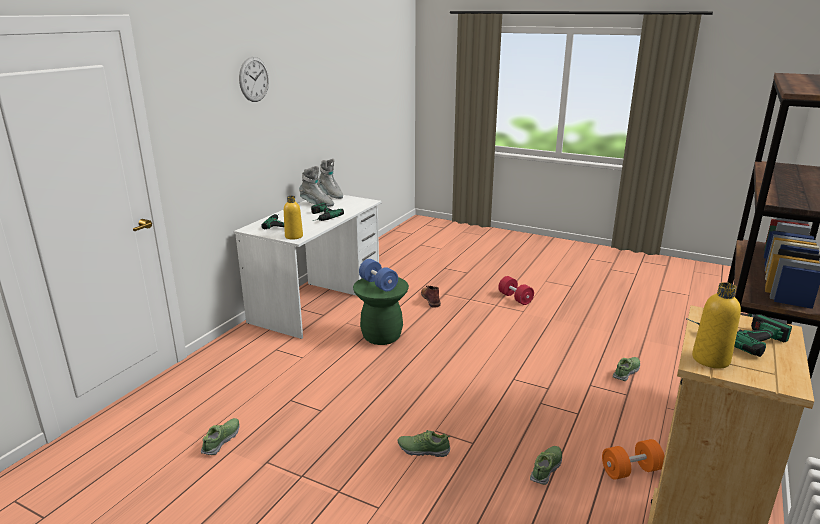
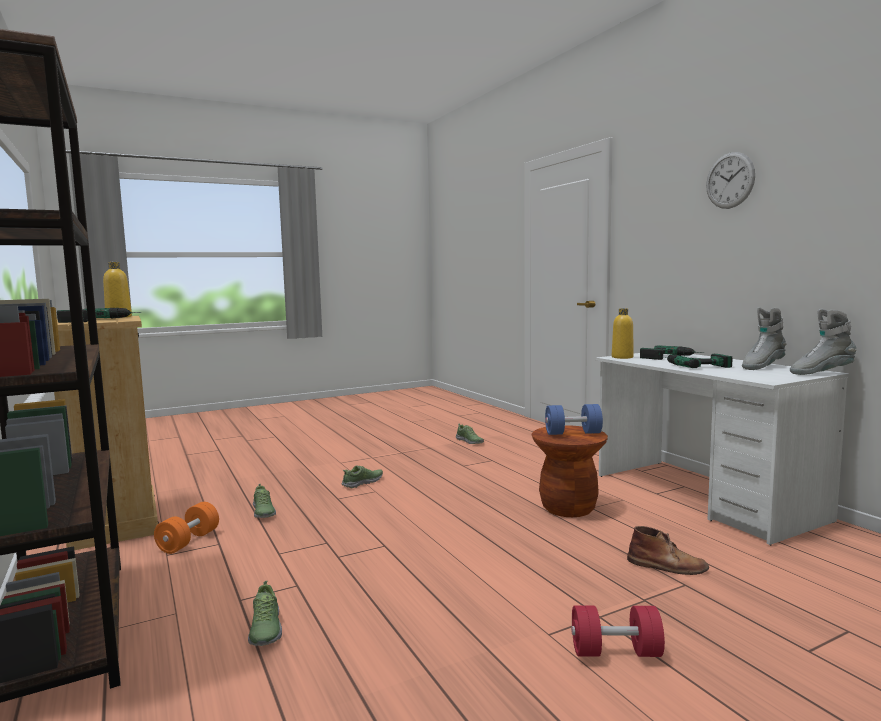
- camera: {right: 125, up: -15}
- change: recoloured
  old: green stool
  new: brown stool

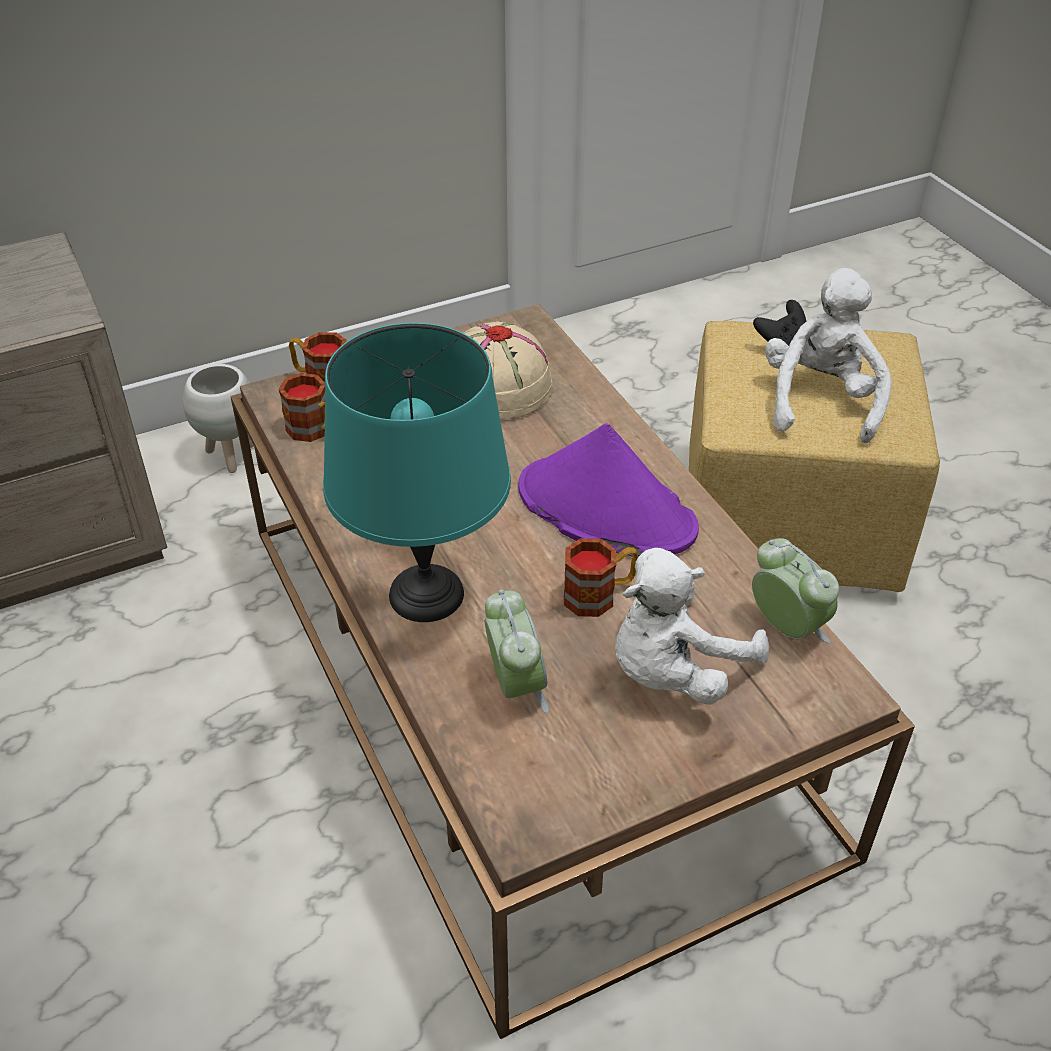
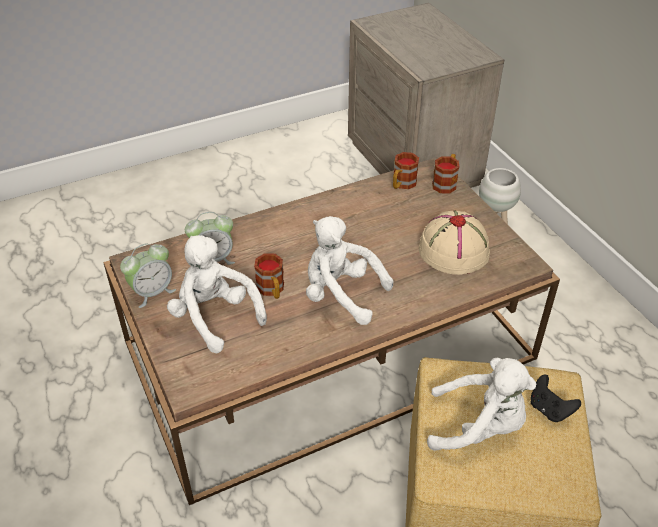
- camera: {right: 90, up: 0}
- change: removed
  old: turquoise table lamp
- change: replaced
  old: purple hat
  new: white plush toy (2nd from left)
- change: moved
  old: alarm clock (2nd from left in the first image)
  new: alarm clock (1st from left)

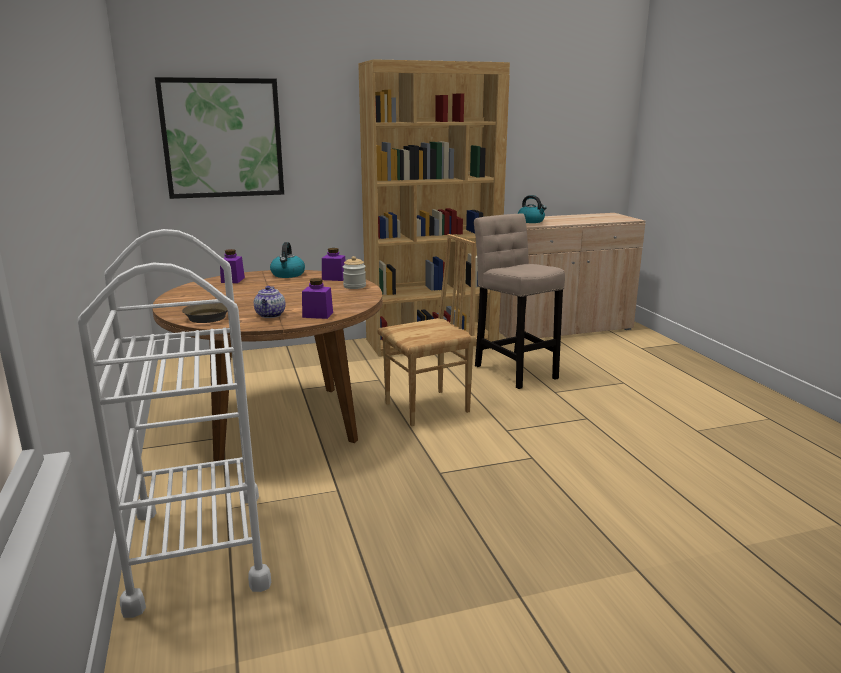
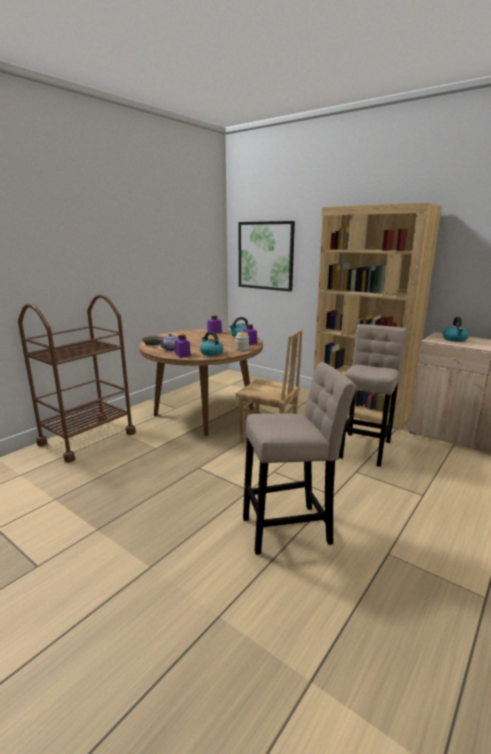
- camera: {right: 55, up: 0}
- change: recoloured
  old: white cart
  new: brown cart
- change: added
  new: kettle (1st from left)
- change: added
  new: beige stool (1st from left)

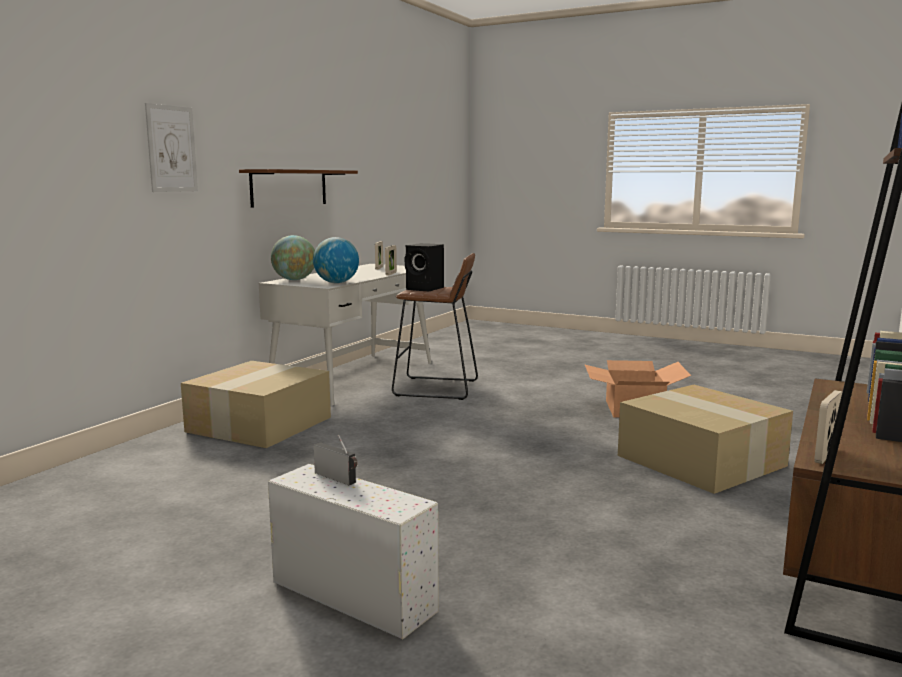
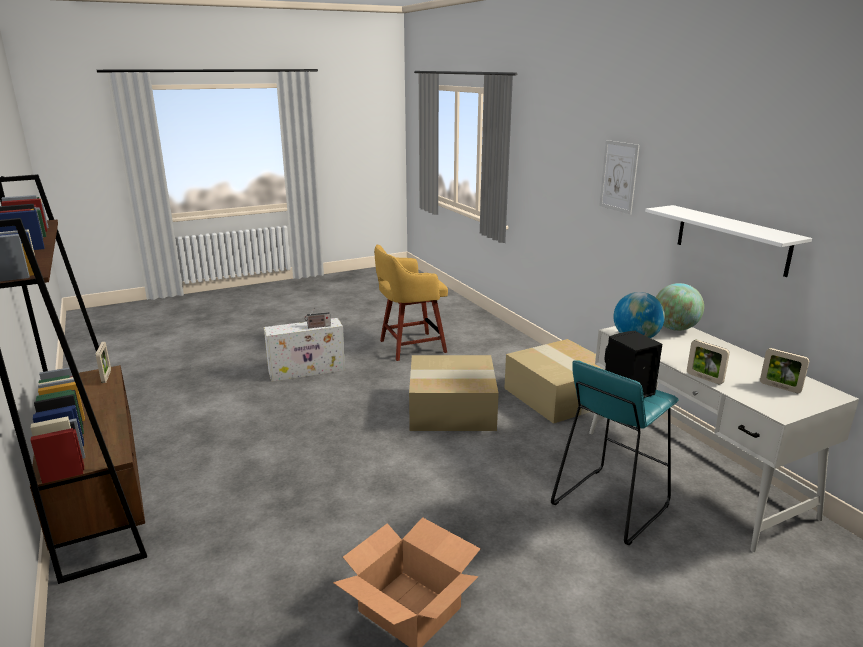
- camera: {right: 125, up: 10}
- change: recoloured
  old: brown shelf
  new: white shelf
- change: recoloured
  old: brown stool
  new: turquoise stool
- change: moved
  old: cardboard box (3rd from left in the first image)
  new: cardboard box (2nd from left)
- change: added
  new: yellow stool

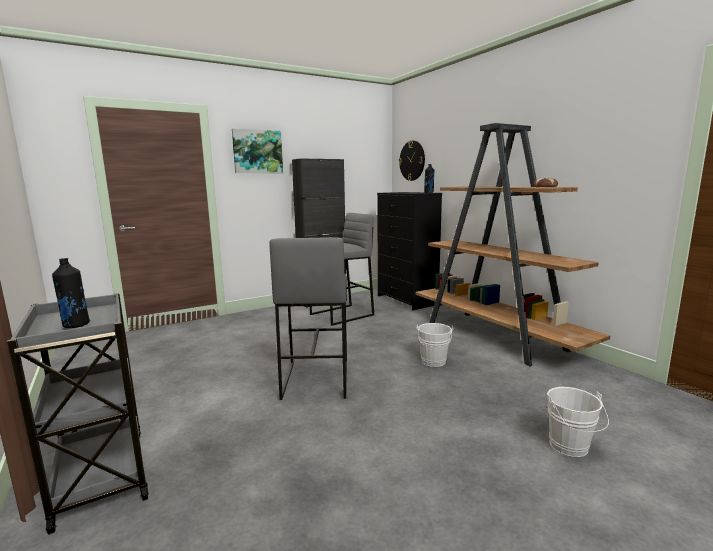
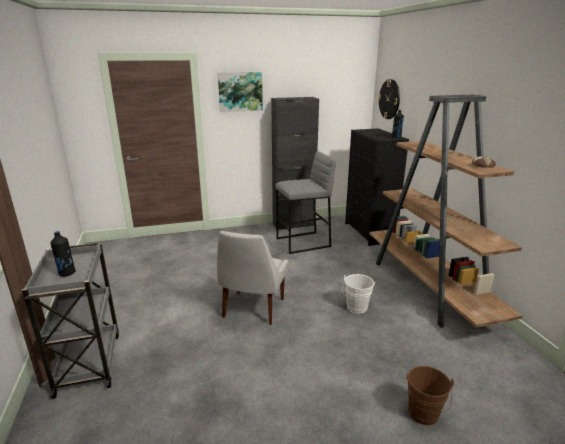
- camera: {right: 15, up: 10}
- change: replaced
  old: grey stool (1st from left)
  new: white chair
- change: recoloured
  old: white bucket (2nd from left)
  new: brown bucket

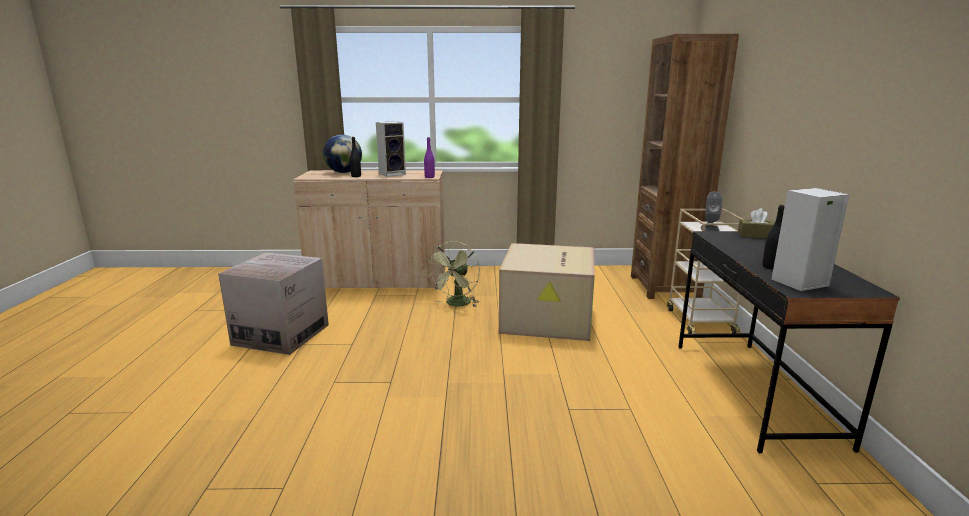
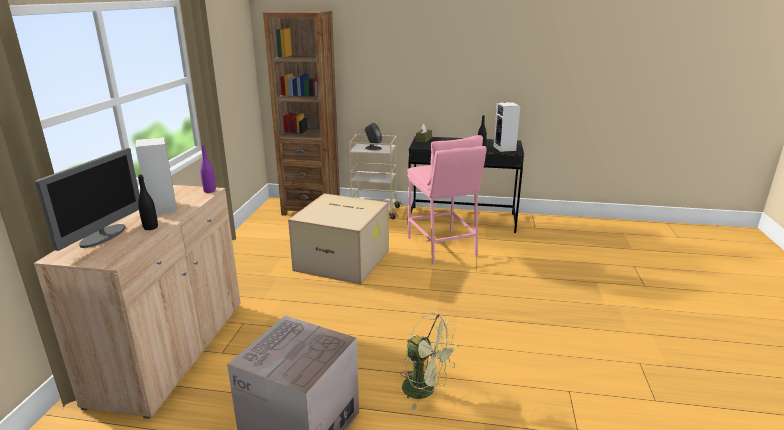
- camera: {right: -80, up: 5}
- change: replaced
  old: globe
  new: monitor
- change: moved
  old: green fan
- change: added
  new: pink stool

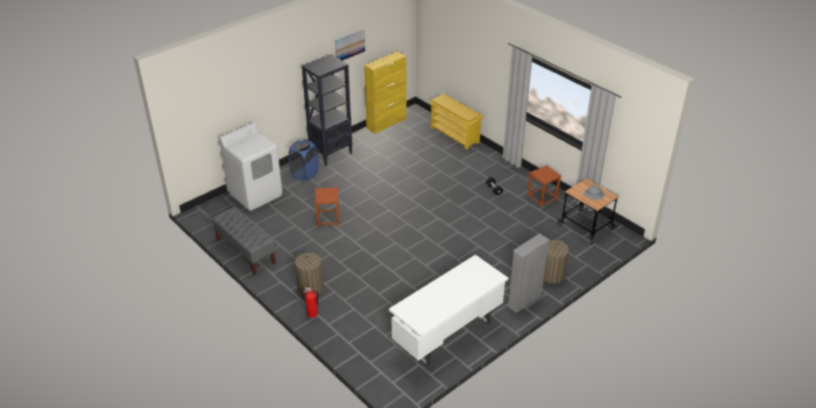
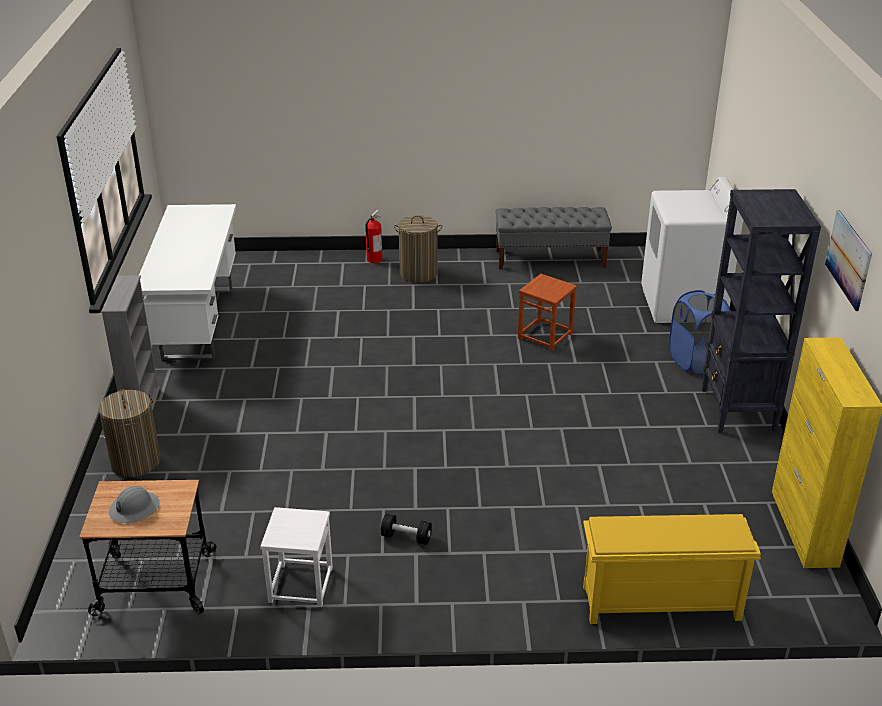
- camera: {right: 130, up: -5}
- change: recoloured
  old: brown stool (2nd from left)
  new: white stool

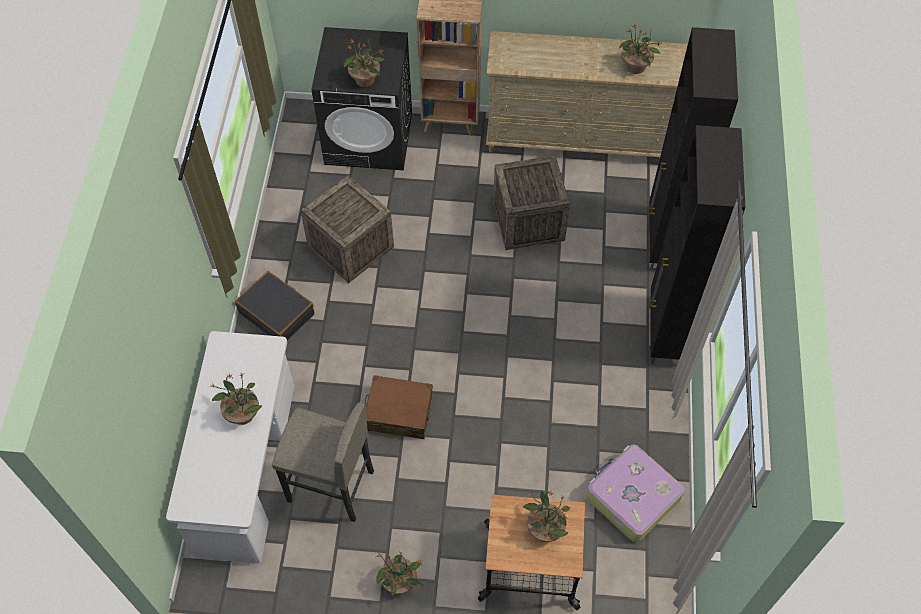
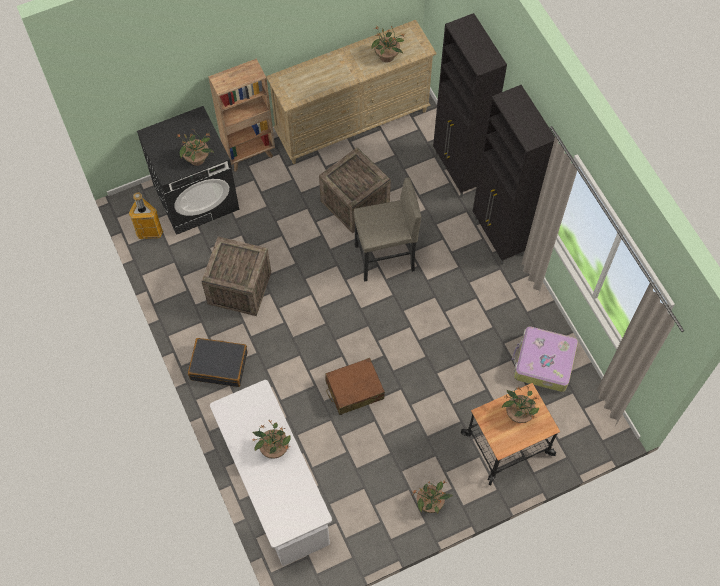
- camera: {right: -30, up: 5}
- change: moved
  old: grey stool
- change: added
  new: trash can

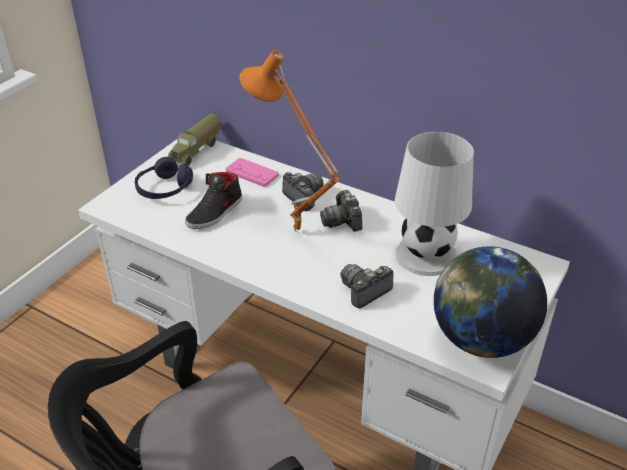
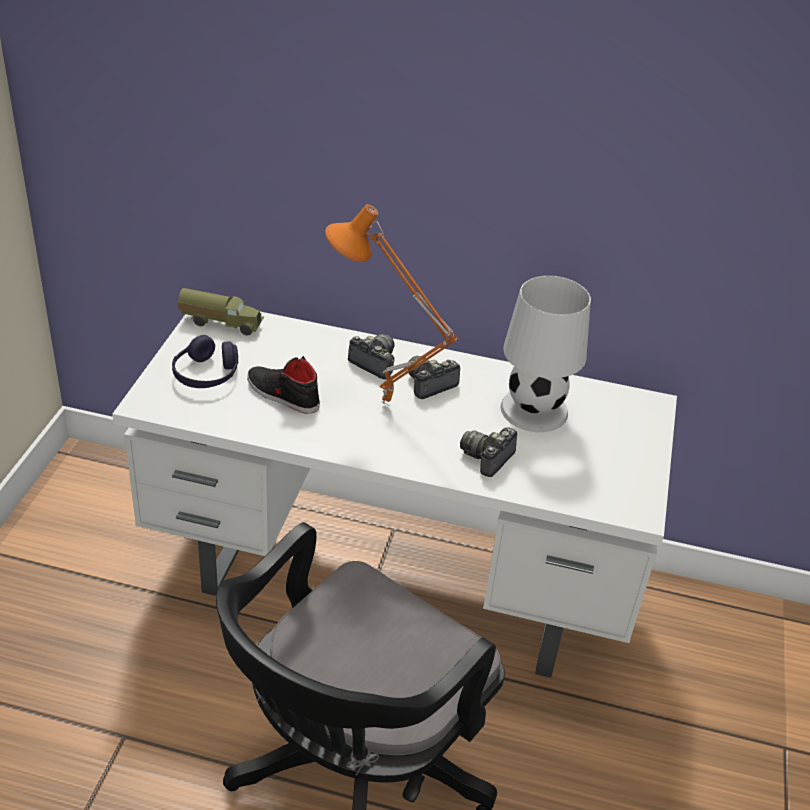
- camera: {right: -20, up: 0}
- change: turned
  old: toy truck
  degrees: -90
- change: turned
  old: black shoe
  degrees: 105
- change: removed
  old: pink game controller
- change: turned
  old: photo camera (2nd from left)
  degrees: 90
- change: removed
  old: globe

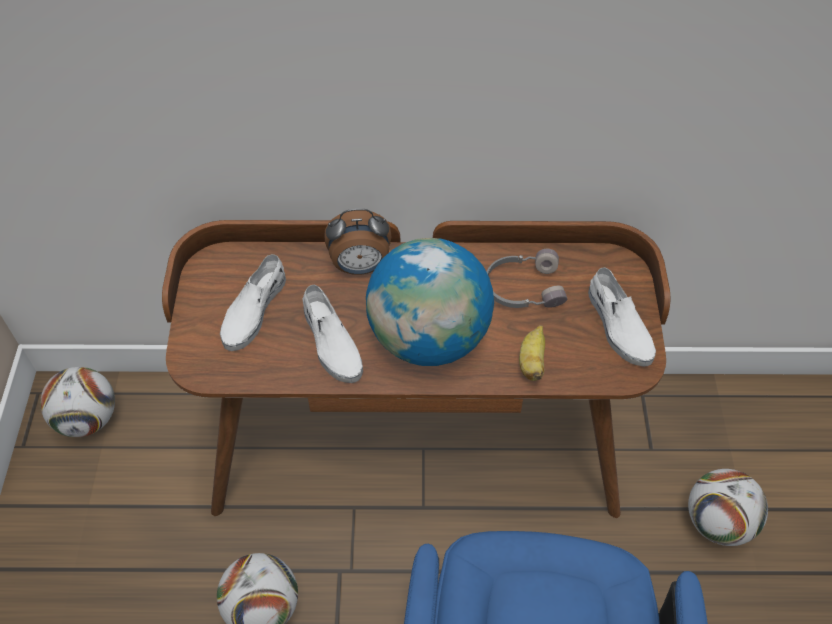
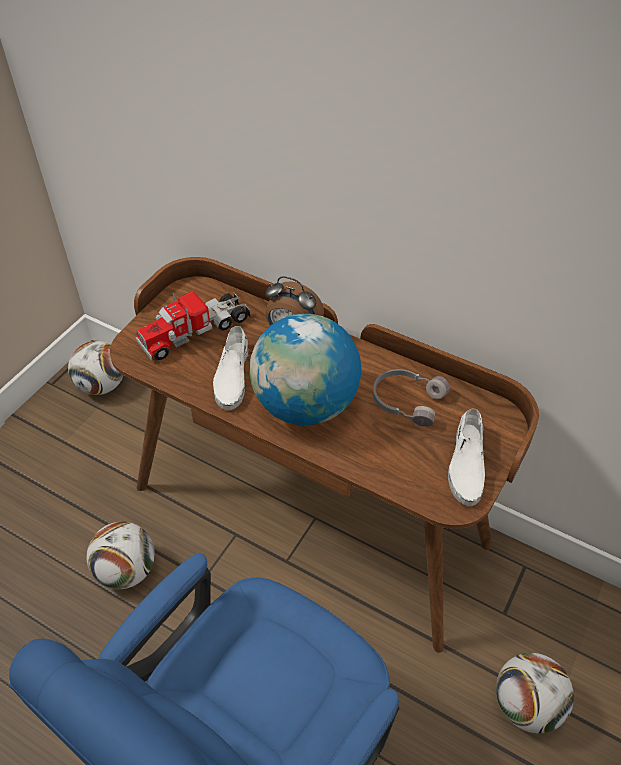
- camera: {right: 30, up: -5}
- change: replaced
  old: white shoe (1st from left)
  new: toy truck
- change: removed
  old: banana

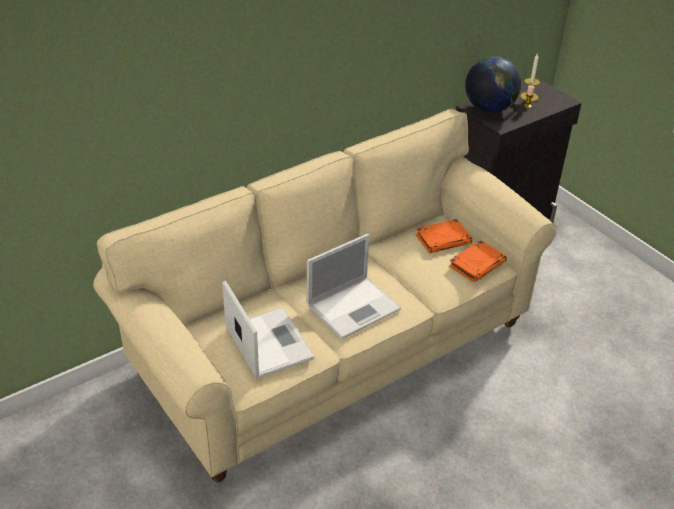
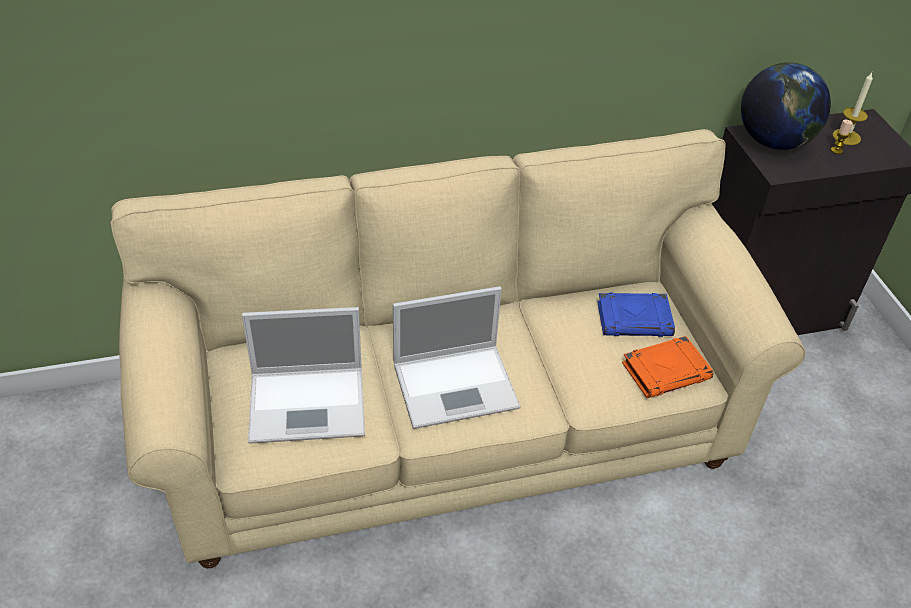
- camera: {right: 20, up: 5}
- change: turned
  old: laptop (1st from left)
  degrees: 90
- change: recoloured
  old: orange book (1st from left)
  new: blue book

